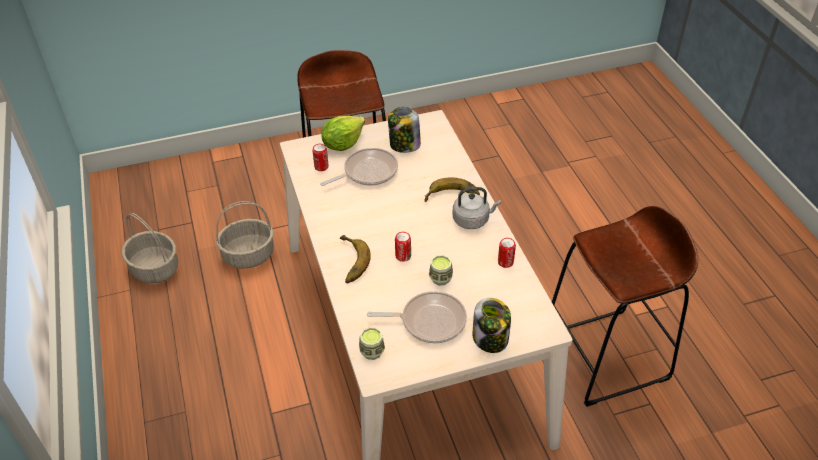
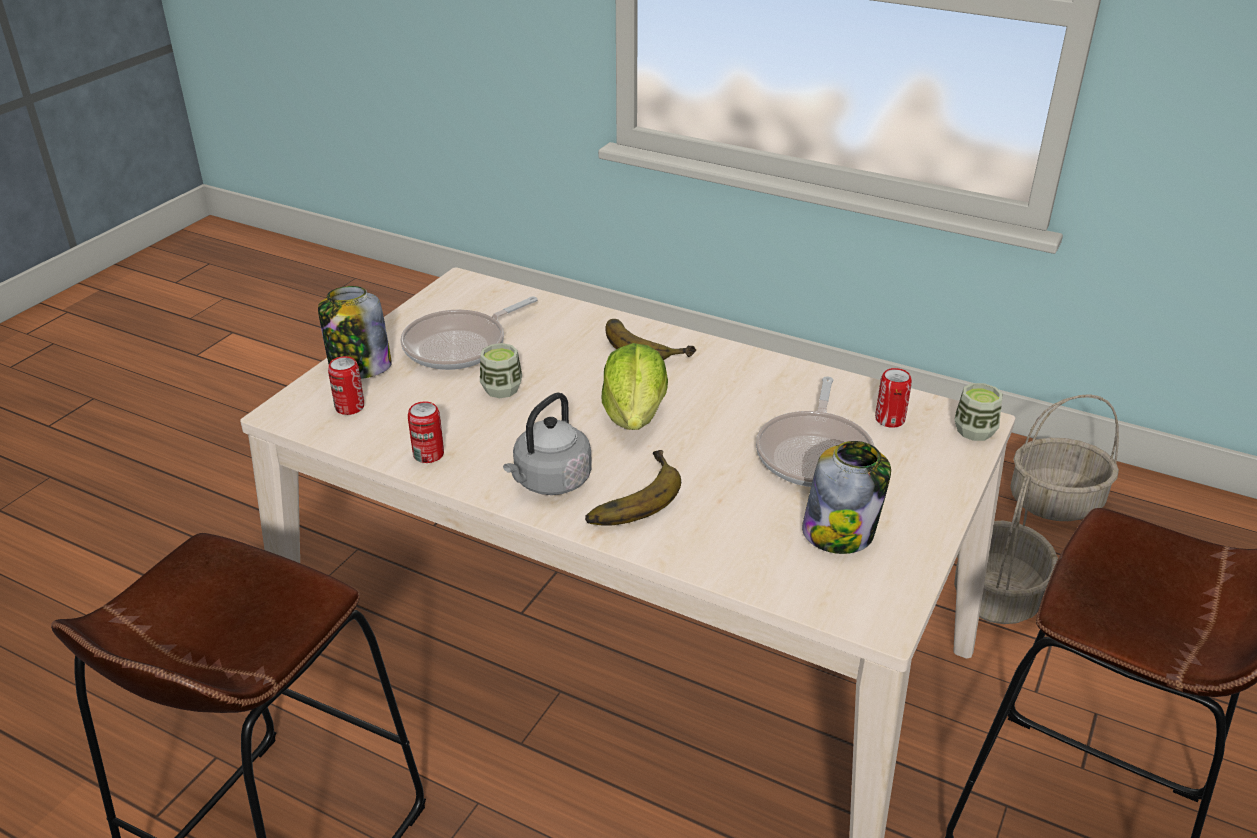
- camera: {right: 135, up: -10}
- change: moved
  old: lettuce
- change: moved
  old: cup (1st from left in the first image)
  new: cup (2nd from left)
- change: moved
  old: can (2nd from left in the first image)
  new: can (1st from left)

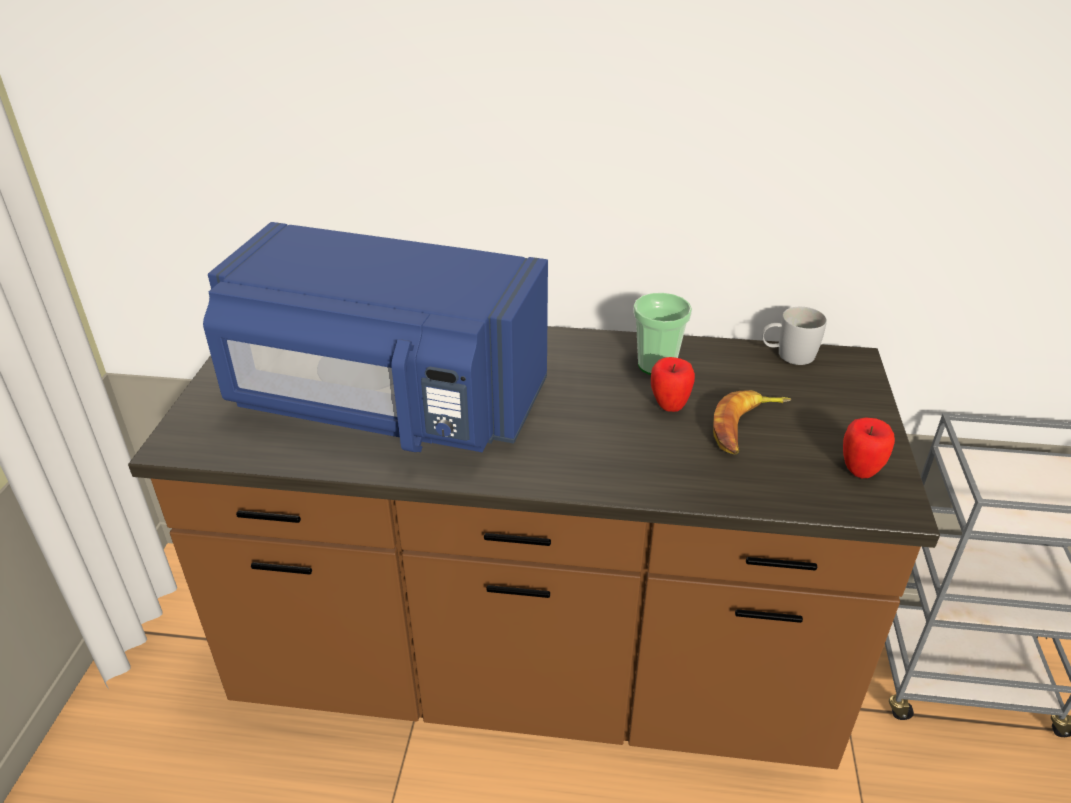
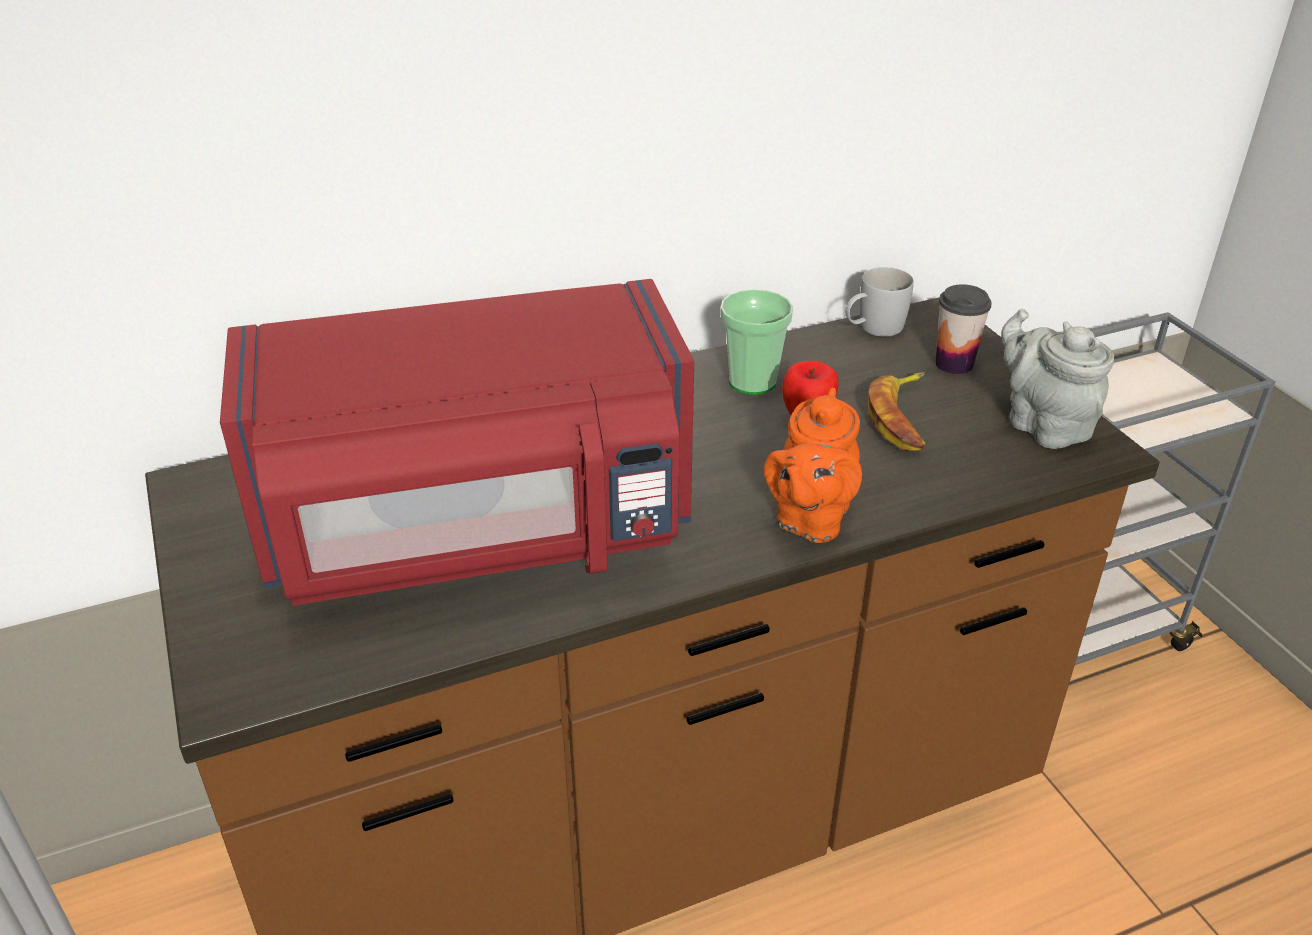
- camera: {right: -30, up: 0}
- change: recoloured
  old: blue microwave
  new: red microwave
- change: replaced
  old: apple (2nd from left)
  new: grey teapot
- change: added
  new: orange teapot
- change: added
  new: cup (2nd from left)

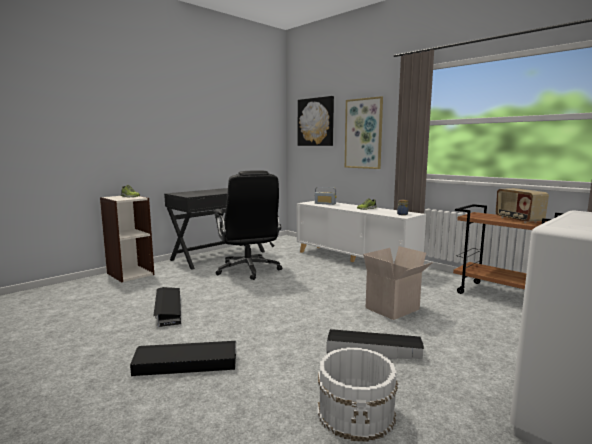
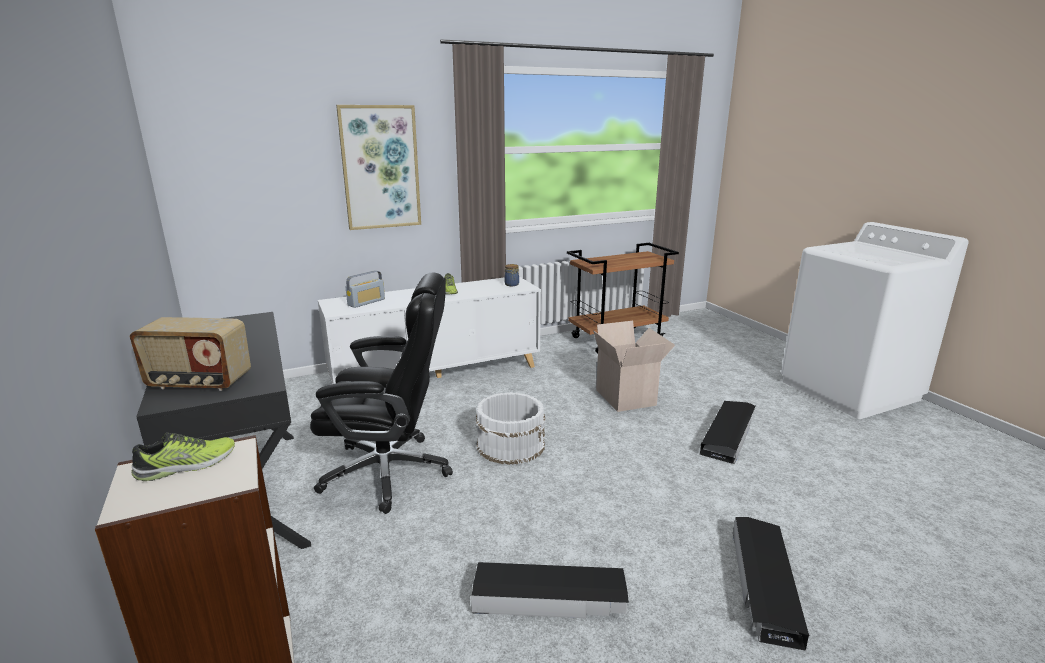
- camera: {right: -70, up: 10}
- change: removed
  old: picture (1st from left)
- change: moved
  old: white bucket
- change: moved
  old: radio (2nd from left in the first image)
  new: radio (1st from left)

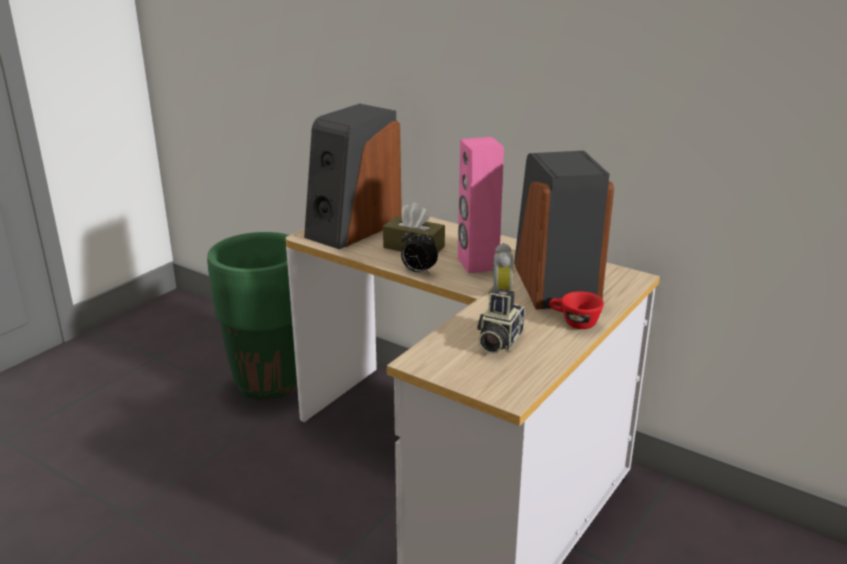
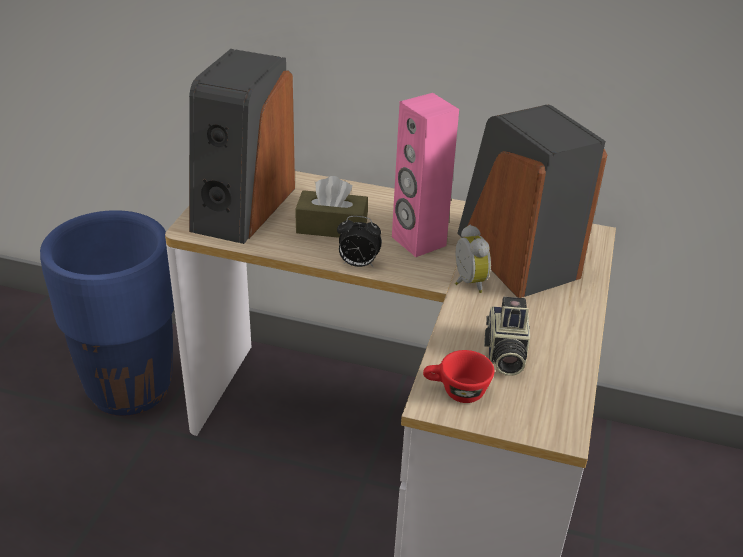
- camera: {right: -20, up: 10}
- change: recoloured
  old: green planter
  new: blue planter
- change: moved
  old: red cup

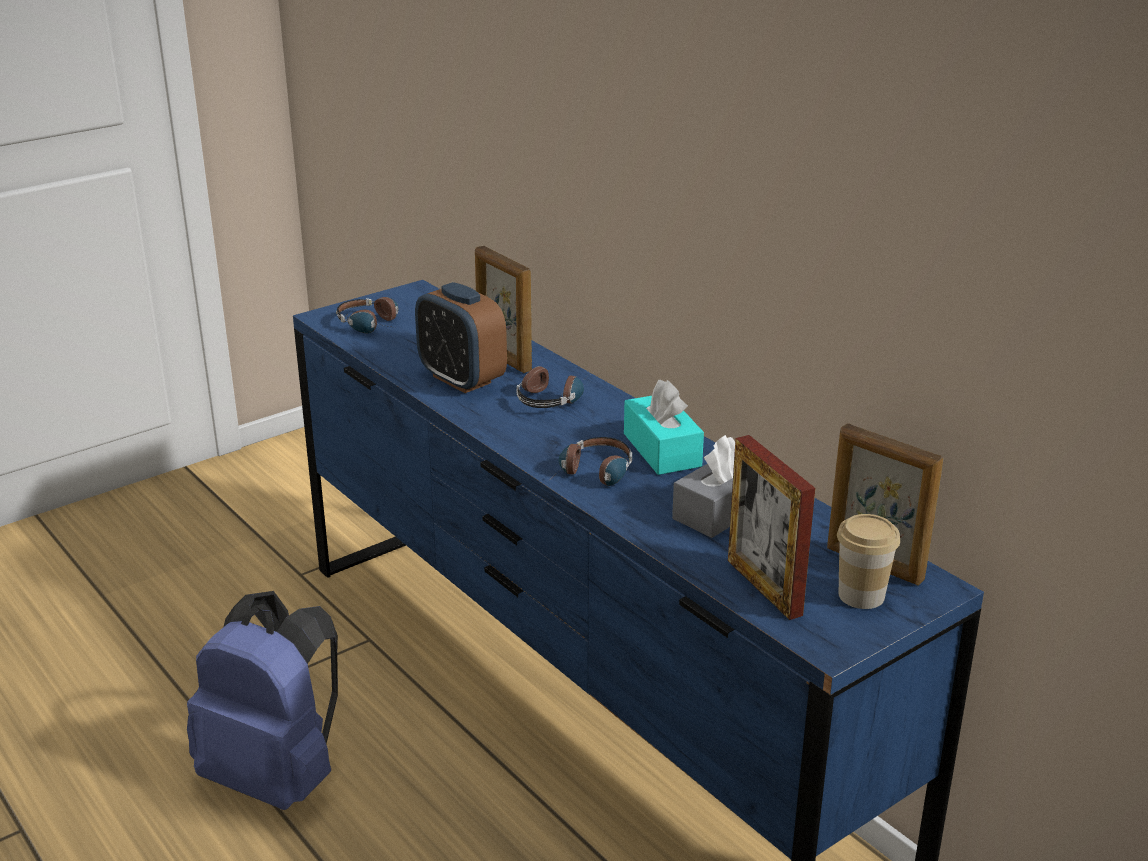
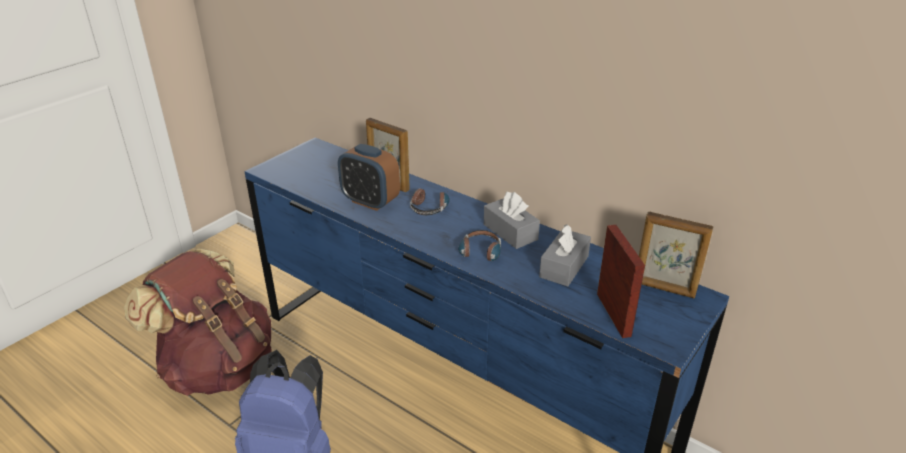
- camera: {right: -15, up: 5}
- change: removed
  old: headphones (1st from left)
- change: recoloured
  old: turquoise tissue box
  new: grey tissue box (1st from left)
- change: turned
  old: picture frame (2nd from left)
  degrees: -150
- change: removed
  old: cup
- change: added
  new: brown backpack

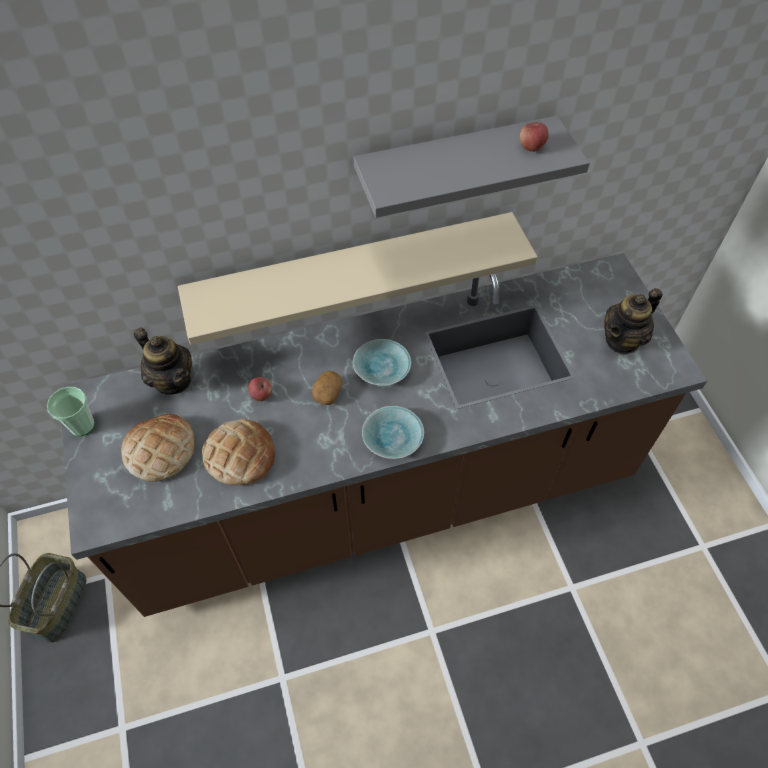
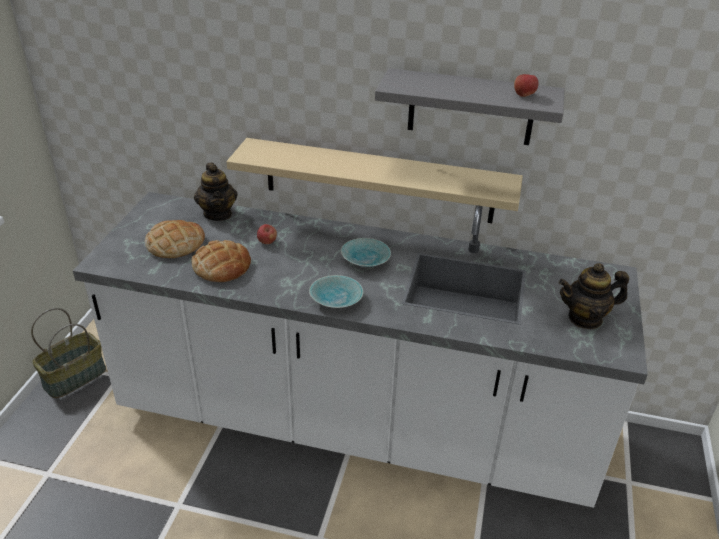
- camera: {right: 30, up: -20}
- change: removed
  old: cup
- change: recoloured
  old: brown counter
  new: white counter
- change: removed
  old: potato

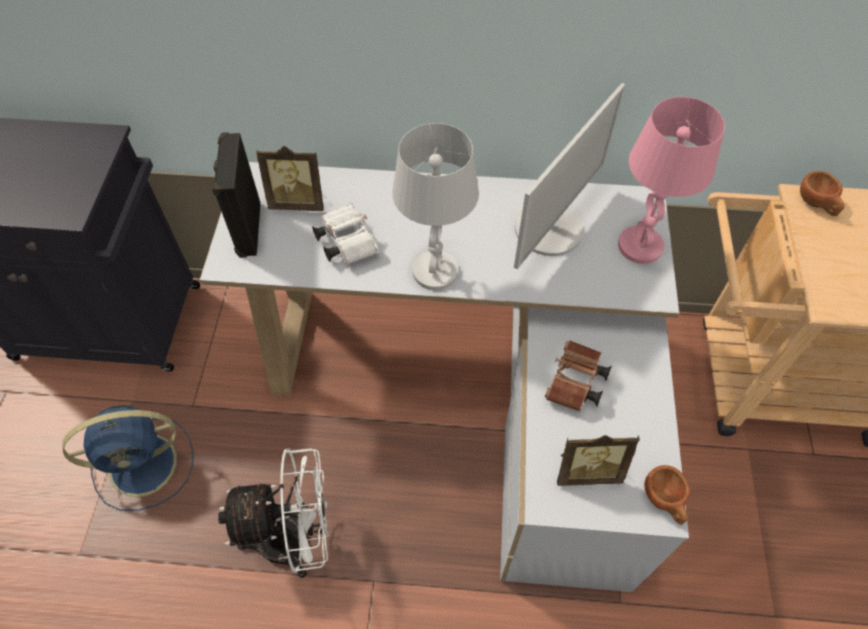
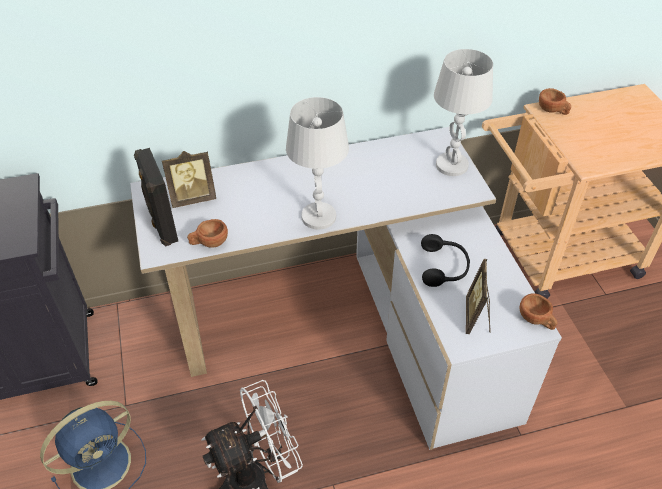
- camera: {right: -20, up: -10}
- change: removed
  old: white binoculars
- change: removed
  old: monitor
- change: replaced
  old: brown binoculars
  new: black headphones
- change: turned
  old: picture frame (2nd from left)
  degrees: 120
- change: recoloured
  old: pink table lamp
  new: white table lamp (2nd from left)
- change: added
  new: brown cup (1st from left)

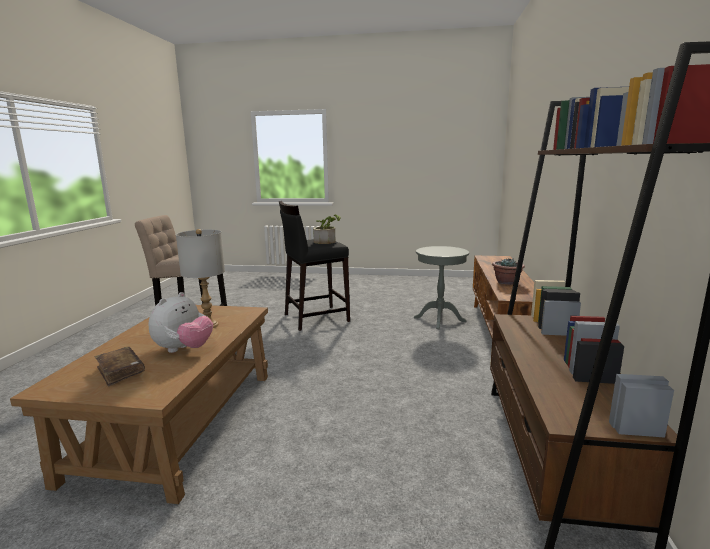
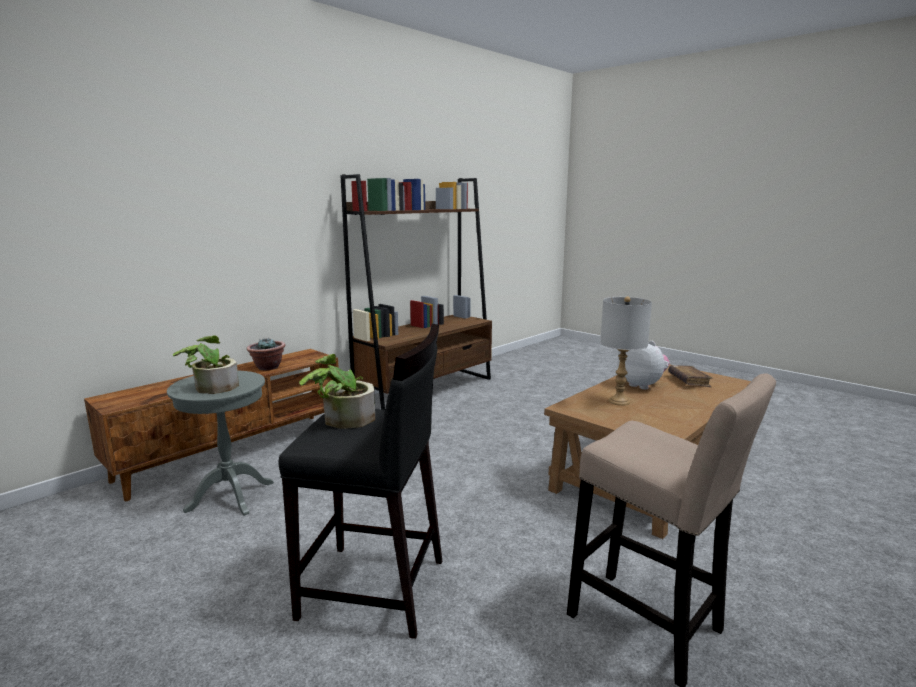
- camera: {right: -145, up: 0}
- change: turned
  old: plush toy
  degrees: 75
- change: added
  new: potted plant (1st from left)

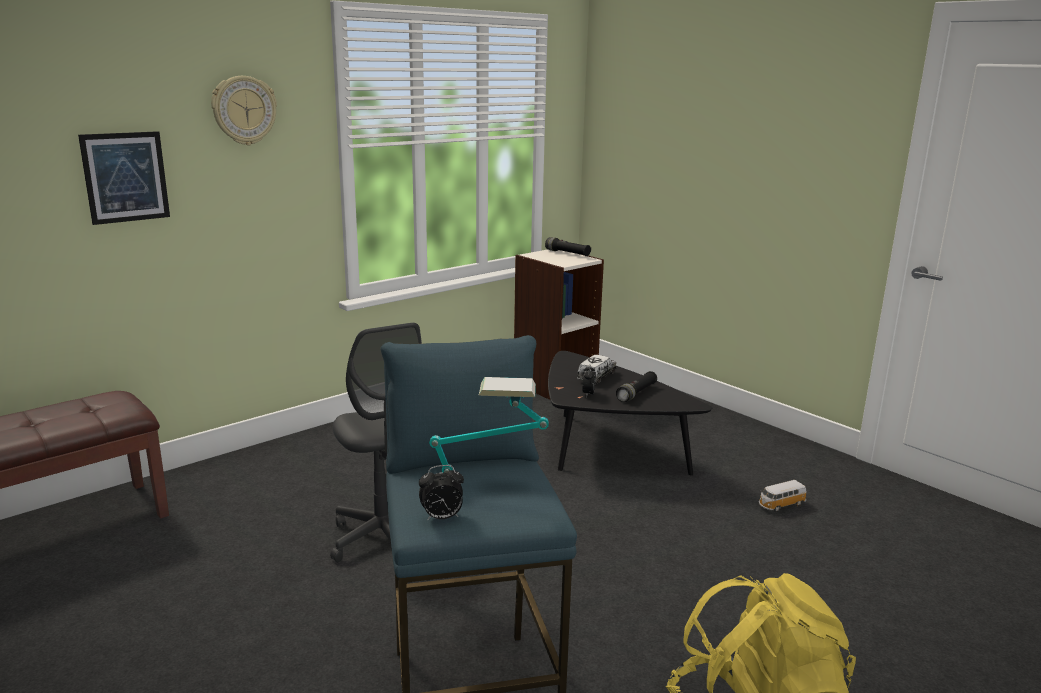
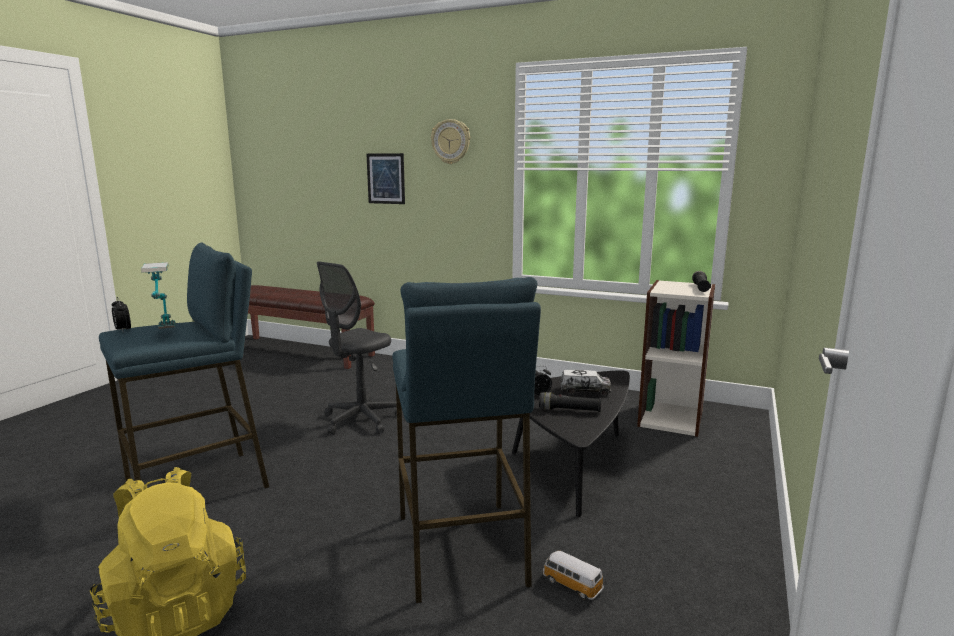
- camera: {right: 65, up: -5}
- change: added
  new: blue stool (2nd from left)

